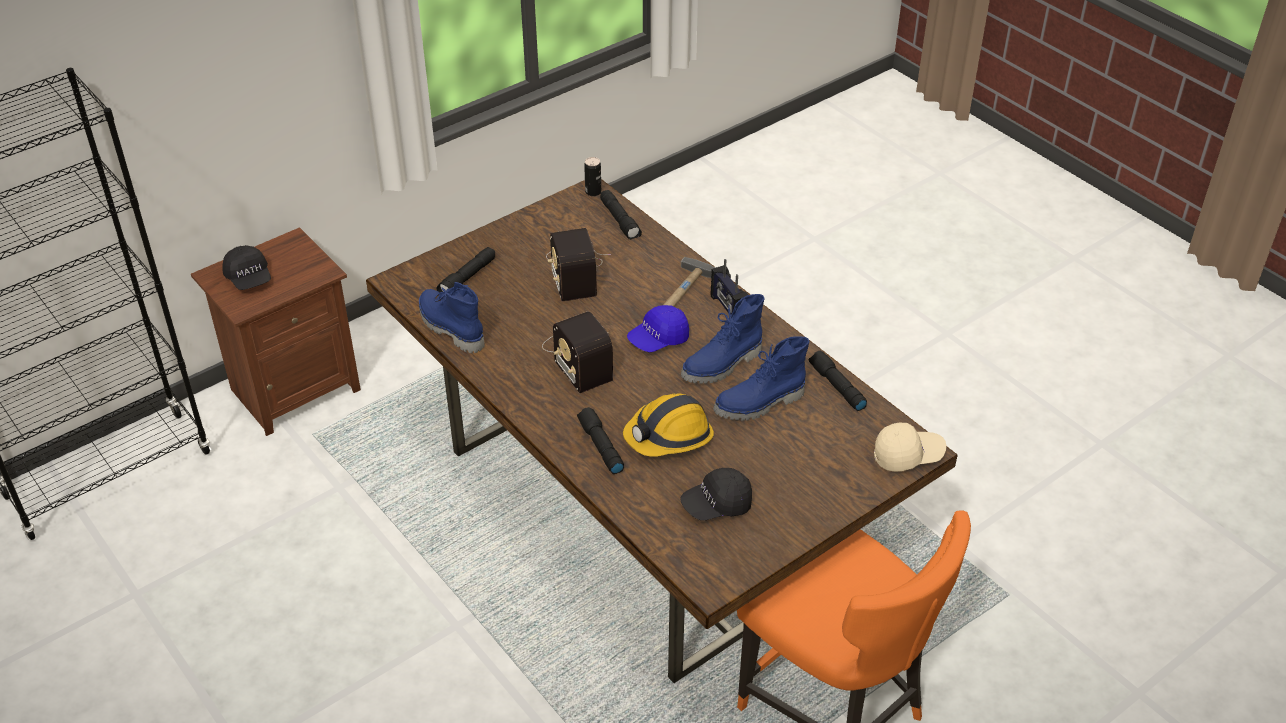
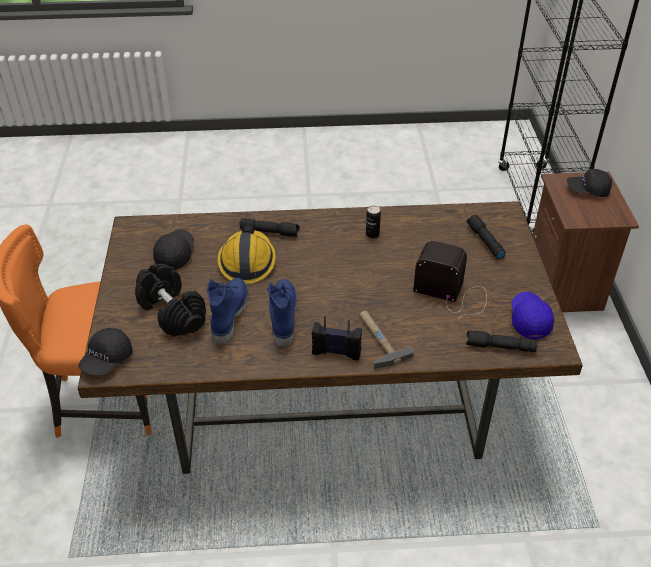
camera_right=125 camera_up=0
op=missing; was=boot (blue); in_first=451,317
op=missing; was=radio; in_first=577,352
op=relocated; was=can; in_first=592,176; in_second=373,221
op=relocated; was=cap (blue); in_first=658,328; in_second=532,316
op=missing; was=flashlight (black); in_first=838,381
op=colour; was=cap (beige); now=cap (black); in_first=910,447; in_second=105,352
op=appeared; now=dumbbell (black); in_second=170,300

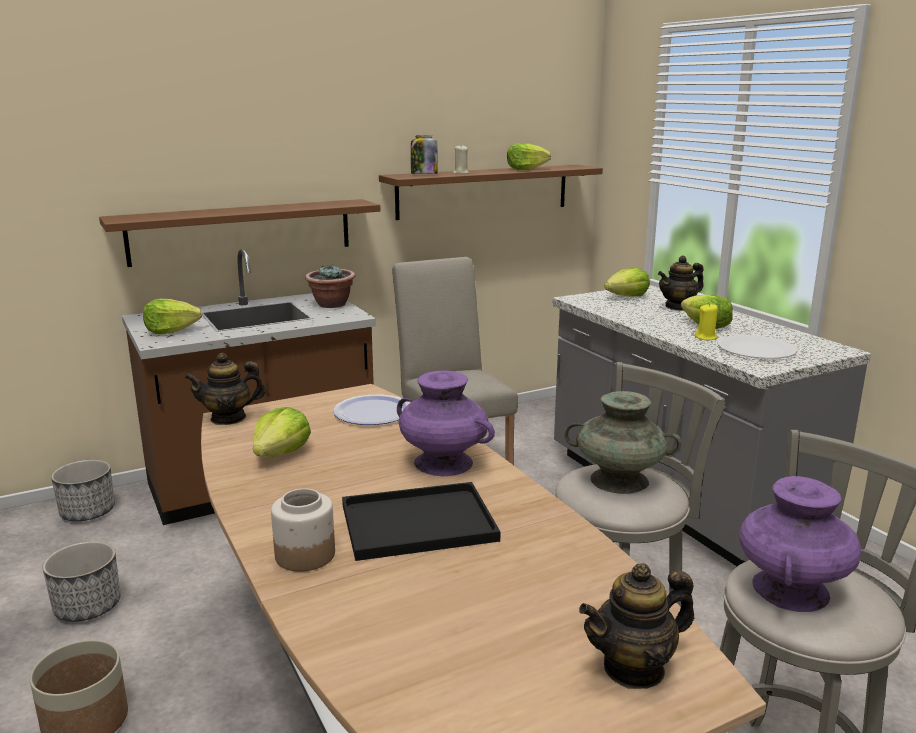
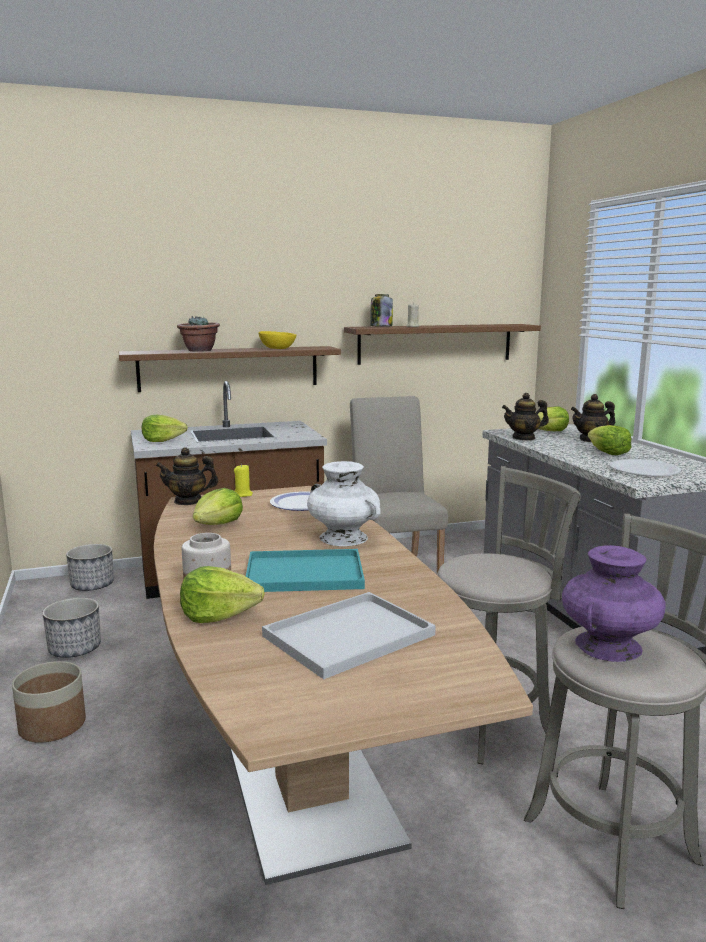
camera_right=10 camera_up=-5
op=relocated; was=potted plant; in_first=330,286; in_second=198,334
op=colour; was=tray (black); now=tray (turquoise); in_first=421,521; in_second=305,570
op=colour; was=vase (purple); now=vase (white); in_first=446,423; in_second=343,503
op=relocated; was=lettuce; in_first=529,156; in_second=222,594
op=missing; was=vase (turquoise); in_first=622,442
op=relocated; was=teapot; in_first=636,626; in_second=525,416
op=relocated; was=candle (yellow); in_first=706,321; in_second=243,480
op=appeared; now=bowl (yellow); in_second=277,340
op=appeared; now=tray (white); in_second=349,635

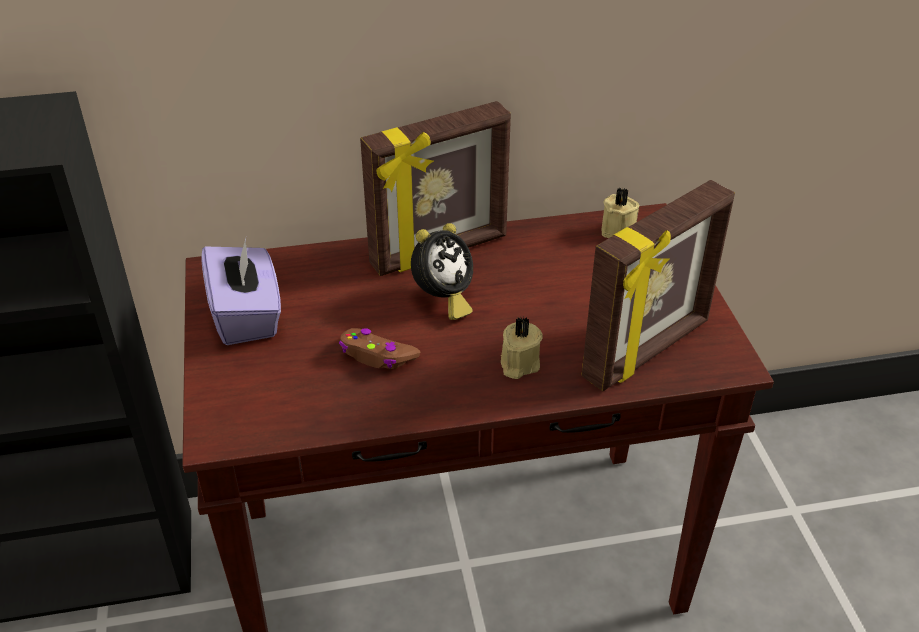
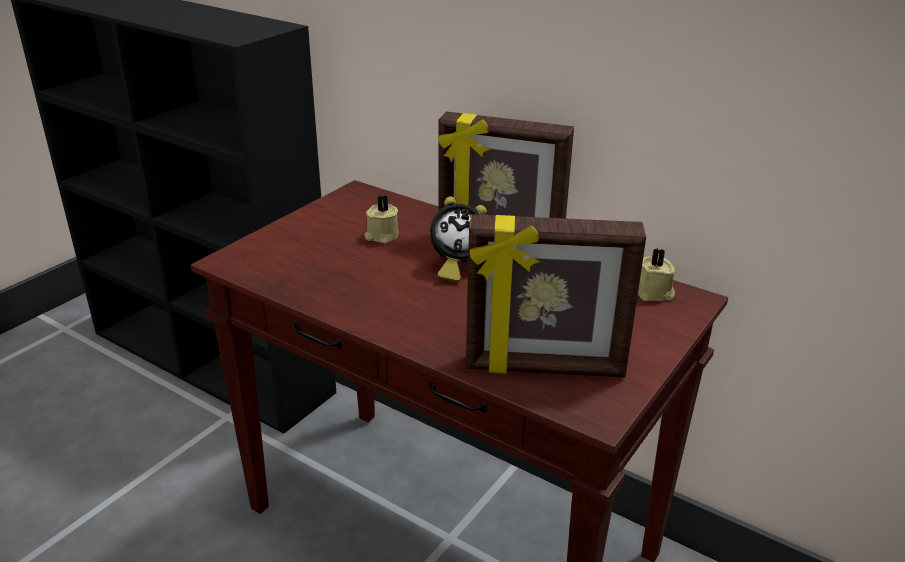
camera_right=45 camera_up=-10
op=missing; was=tissue box (purple); in_first=241,291
op=missing; was=game controller (brown); in_first=379,348
op=relocated; was=candle (beige); in_first=522,347; in_second=381,219

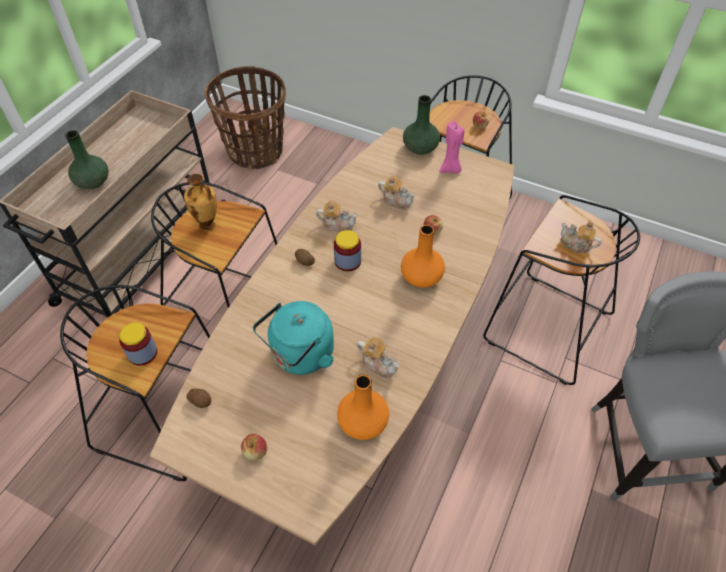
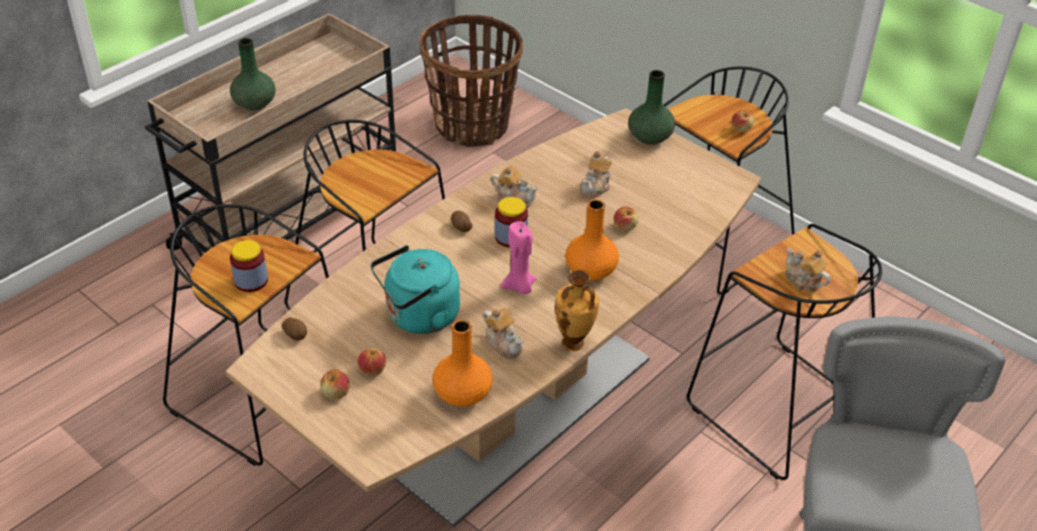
camera_right=15 camera_up=-10
op=relocated; was=vase; in_first=200,203; in_second=577,310
op=spun; was=teapot; in_first=397,192; in_second=596,174; clockwise=75
op=relocated; was=candle (pink); in_first=452,147; in_second=519,257
op=appeared; now=apple; in_second=371,362

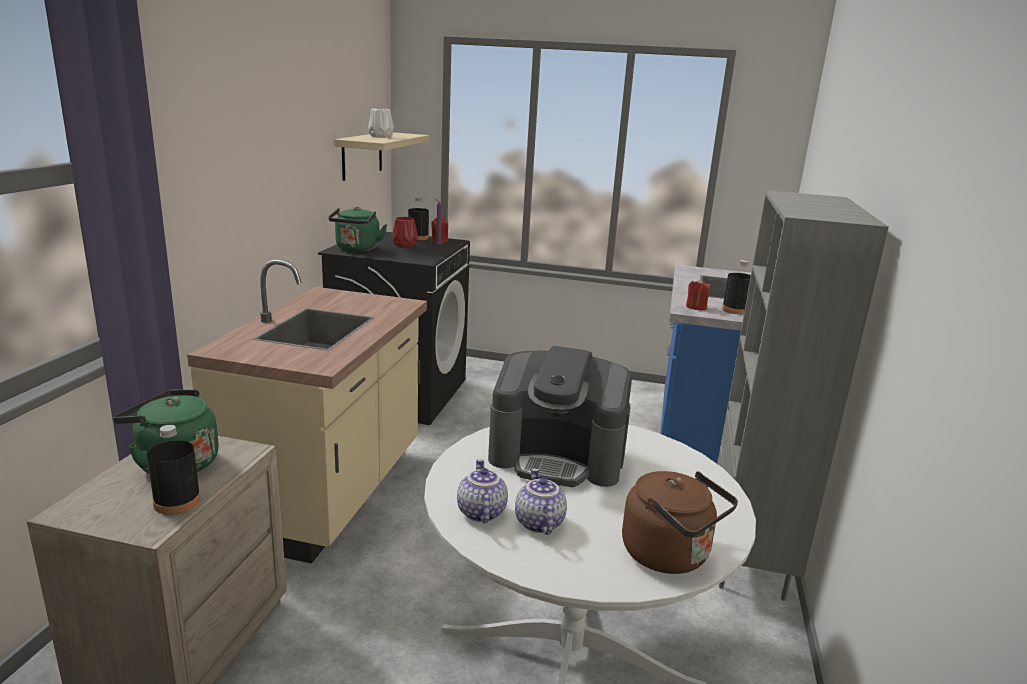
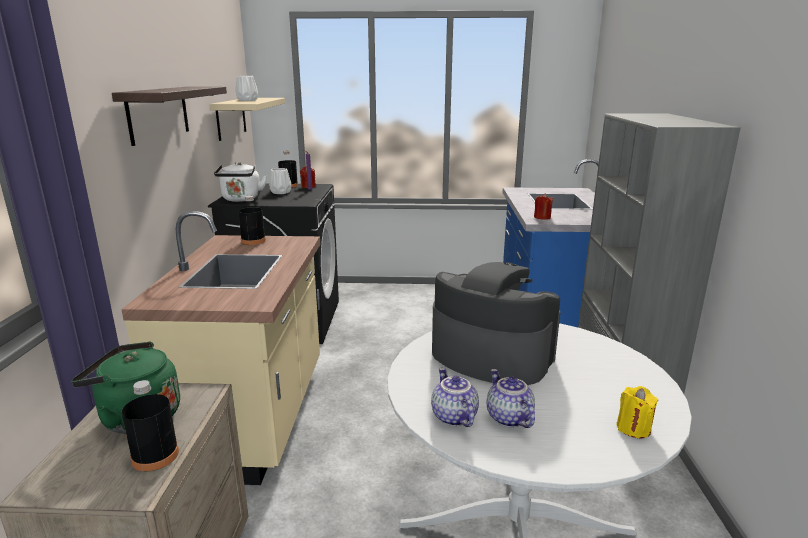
camera_right=-10 camera_up=0
op=colour; was=kettle (green); now=kettle (white); in_first=357,229; in_second=240,182
op=colour; was=vase (red); now=vase (white); in_first=405,232; in_second=280,181
op=spun; was=coffee machine; in_first=560,416; in_second=496,323; clockwise=-150
op=exchanged; was=kettle (brown); now=candle (yellow); in_first=680,522; in_second=637,412
op=relocated; was=bottle (black); in_first=736,287; in_second=252,220
op=appeared; now=shelf; in_second=169,116

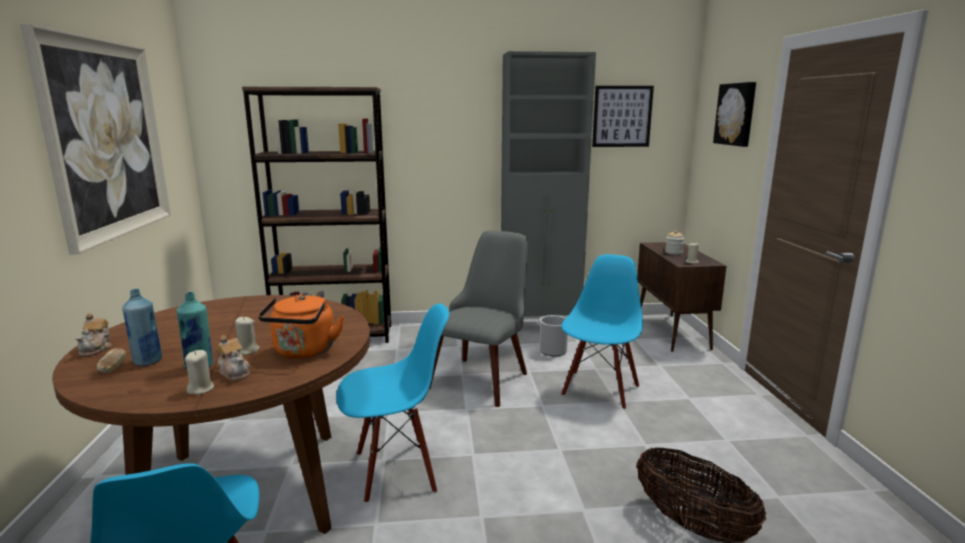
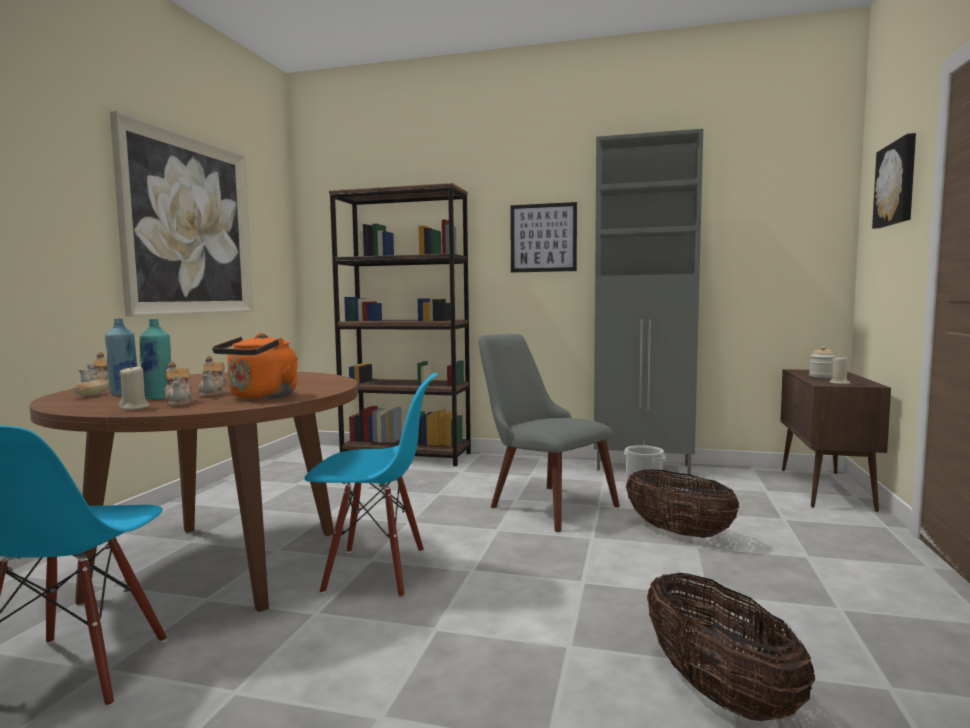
camera_right=20 camera_up=-10
op=exchanged; was=candle (beige); now=teapot; in_first=247,336; in_second=213,376
op=spun; was=chair (grey); in_first=478,319; in_second=549,433; clockwise=-90
op=exchanged; was=chair (blue); now=basket; in_first=602,332; in_second=682,503
op=relocated; was=picture; in_first=623,116; in_second=543,237

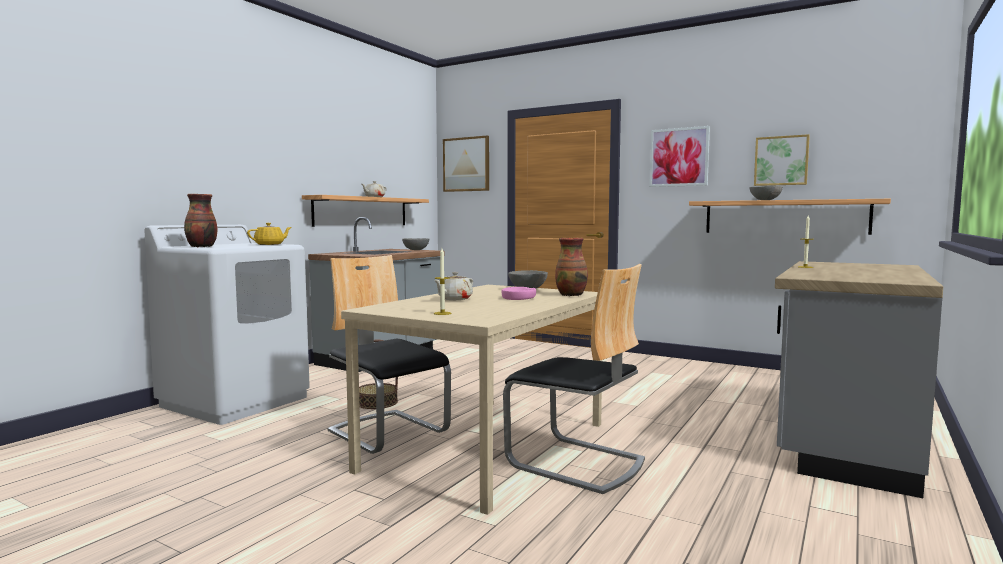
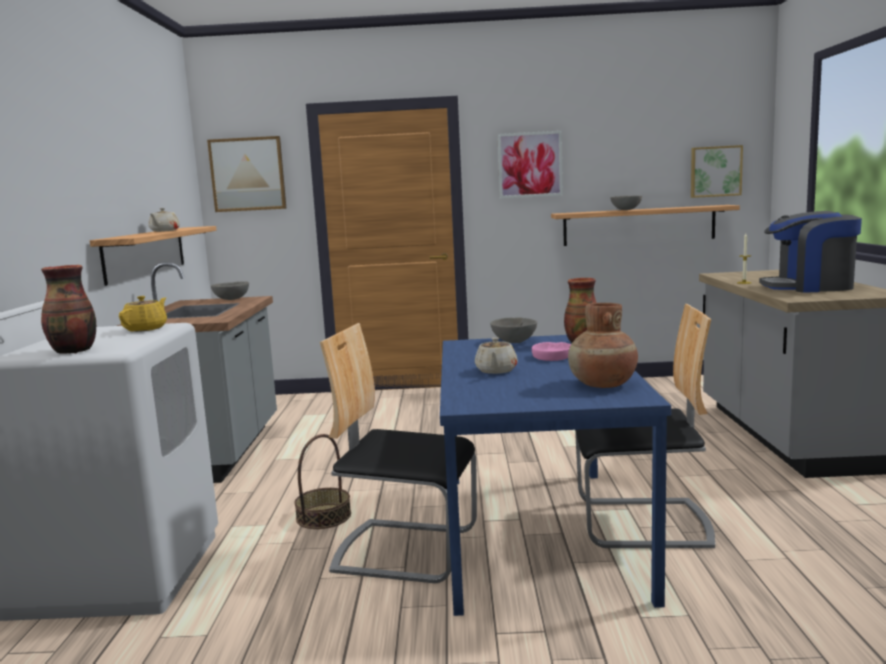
camera_right=-30 camera_up=5
op=colour; was=dining table (beige); now=dining table (blue); in_first=471,400; in_second=555,475
op=missing; was=candle; in_first=443,282
op=relocated; was=picture; in_first=782,160; in_second=717,171
op=appeared; now=vase (brown); in_second=603,345
op=appeared; now=coffee machine; in_second=810,252

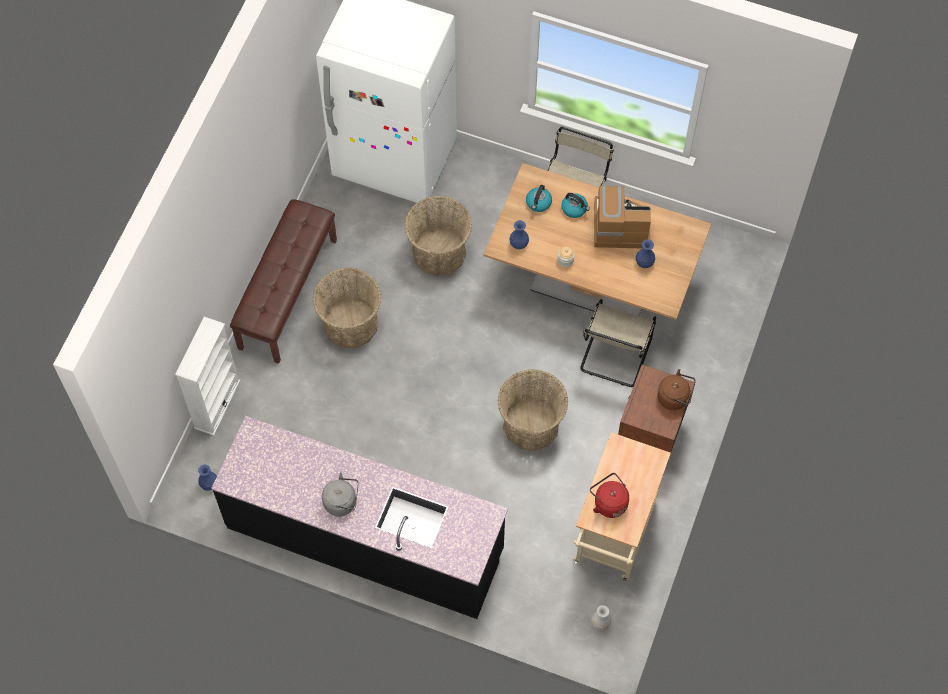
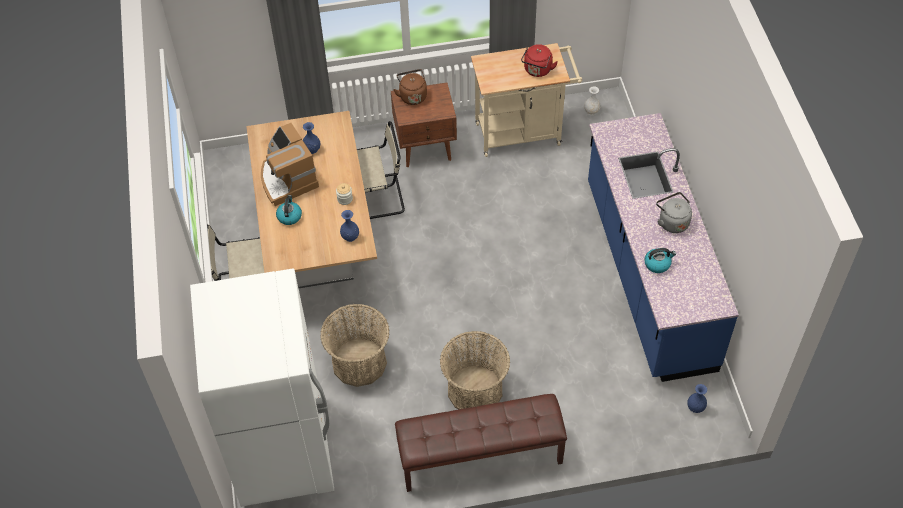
camera_right=-120 camera_up=-10
op=missing; was=bookcase (white); in_first=207,376
op=colour; was=counter (black); now=counter (blue); in_first=359,517; in_second=663,247
op=missing; was=basket; in_first=533,410
op=relocated; was=kettle; in_first=539,198; in_second=660,260

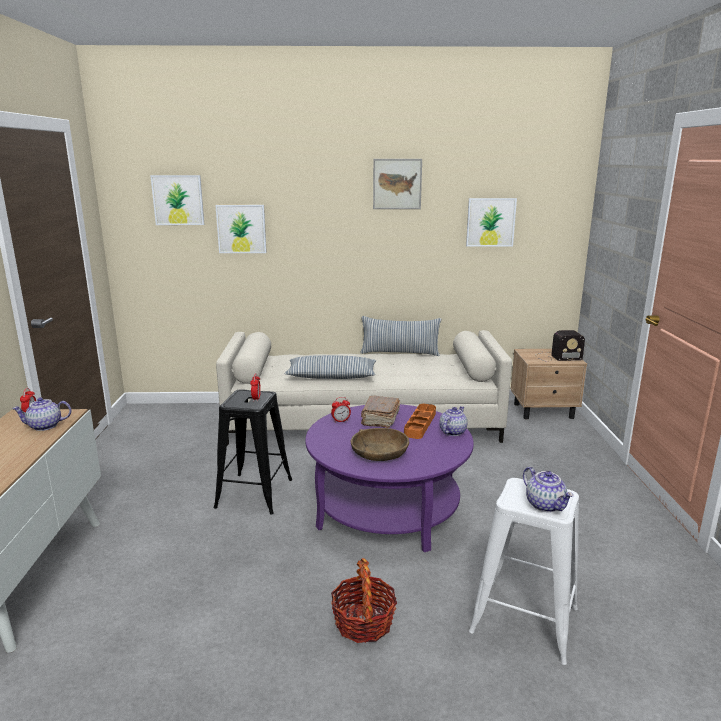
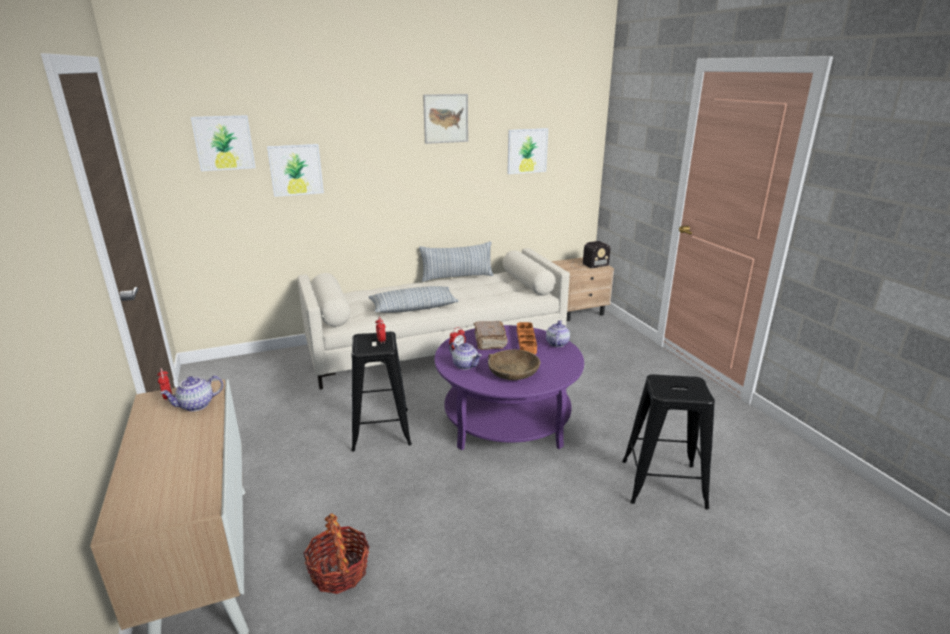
camera_right=-20 camera_up=5
op=relocated; was=basket; in_first=364,600; in_second=336,554
op=colour; was=stool (white); now=stool (black); in_first=524,571; in_second=668,441
op=relocated; was=teapot; in_first=548,489; in_second=465,356

